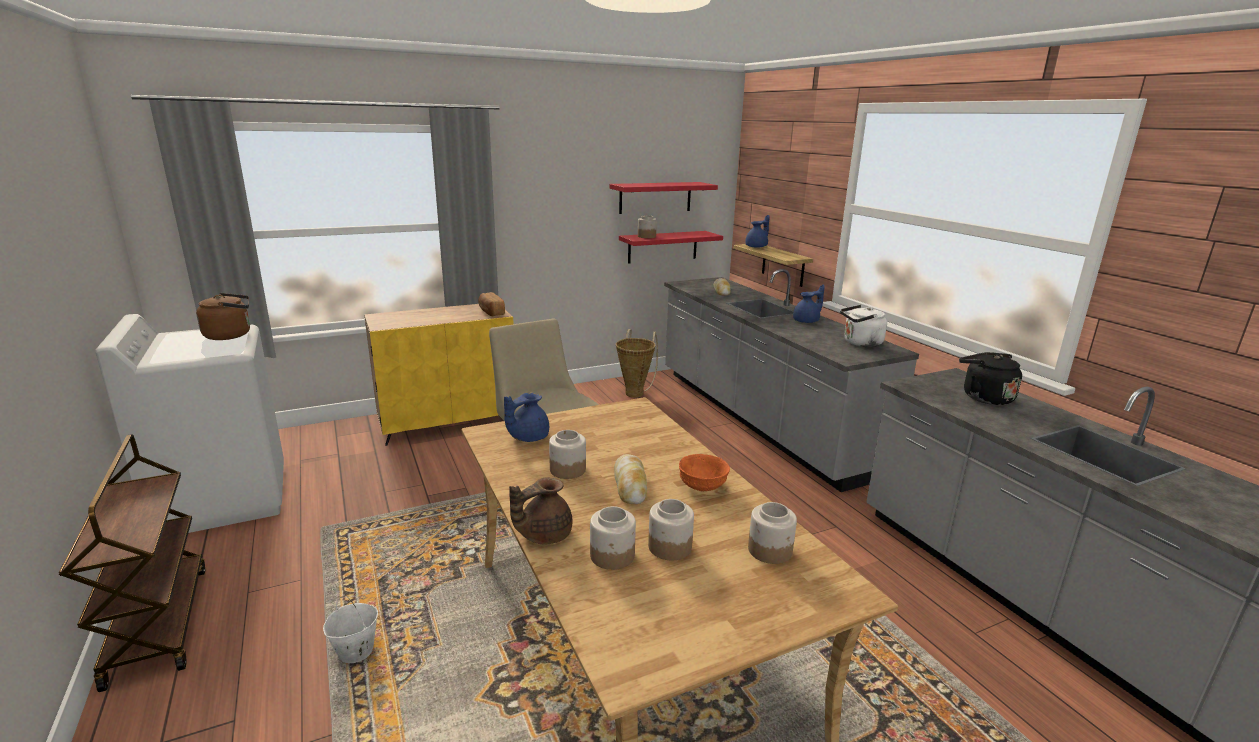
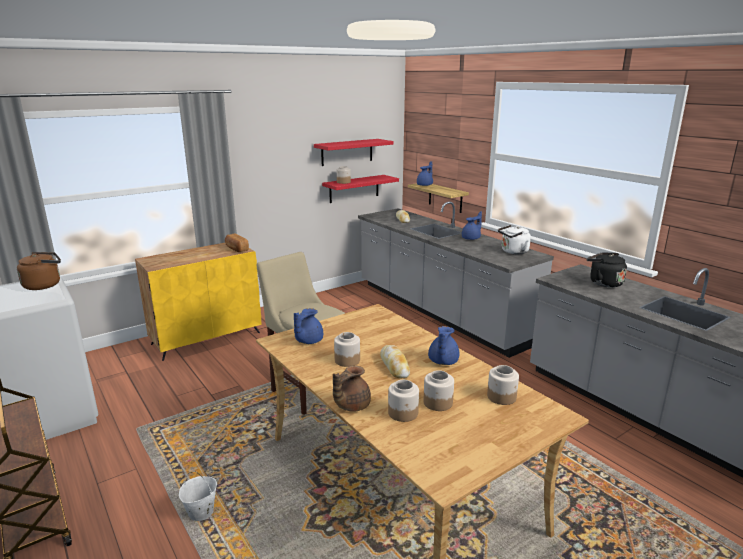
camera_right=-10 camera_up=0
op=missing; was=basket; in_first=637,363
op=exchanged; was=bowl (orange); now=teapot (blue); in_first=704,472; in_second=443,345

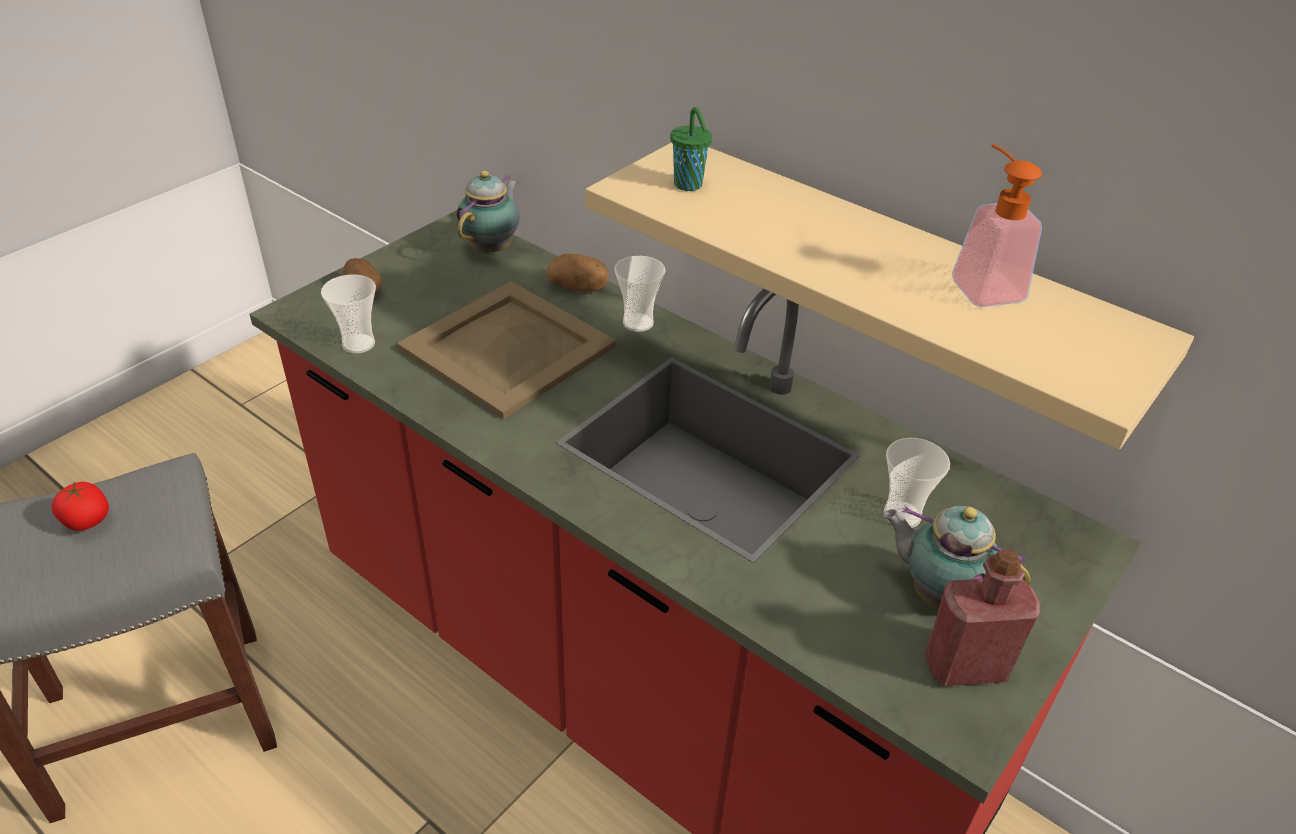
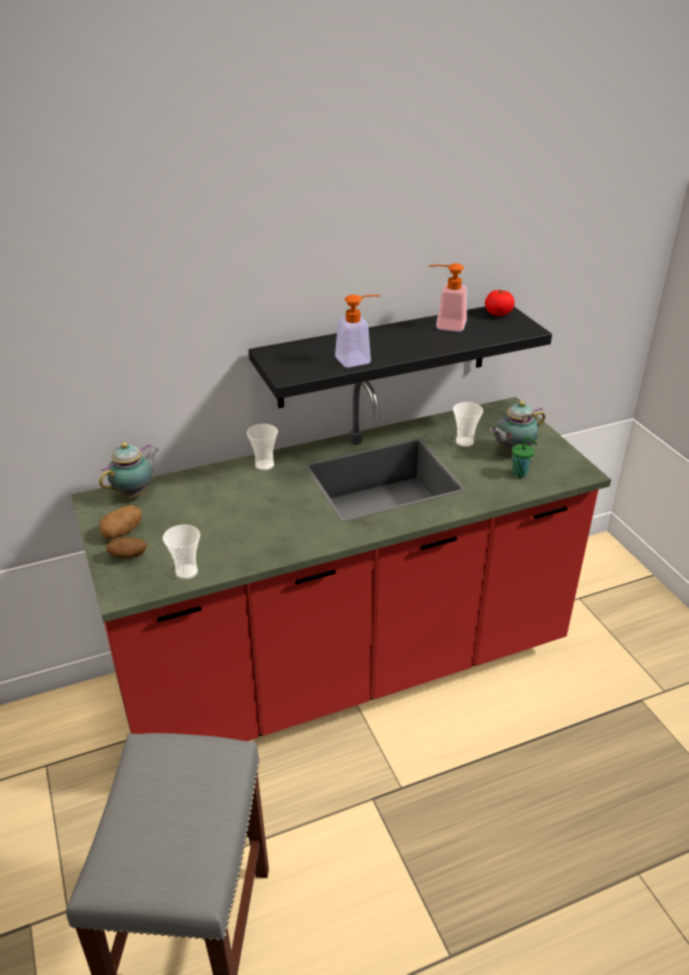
camera_right=-60 camera_up=-5
op=relocated; was=tomato; in_first=80,506; in_second=500,303
op=missing; was=tray (beige); in_first=506,350
op=spun; was=teapot; in_first=488,212; in_second=129,470; clockwise=75
op=relocated; was=potato; in_first=577,273; in_second=121,522
op=colour; was=shelf (beige); now=shelf (black); in_first=889,296; in_second=400,357
op=relocated; was=cup (green); in_first=691,149; in_second=524,457
op=missing; was=bottle (red); in_first=982,617
op=appeared; now=soap dispenser; in_second=357,331

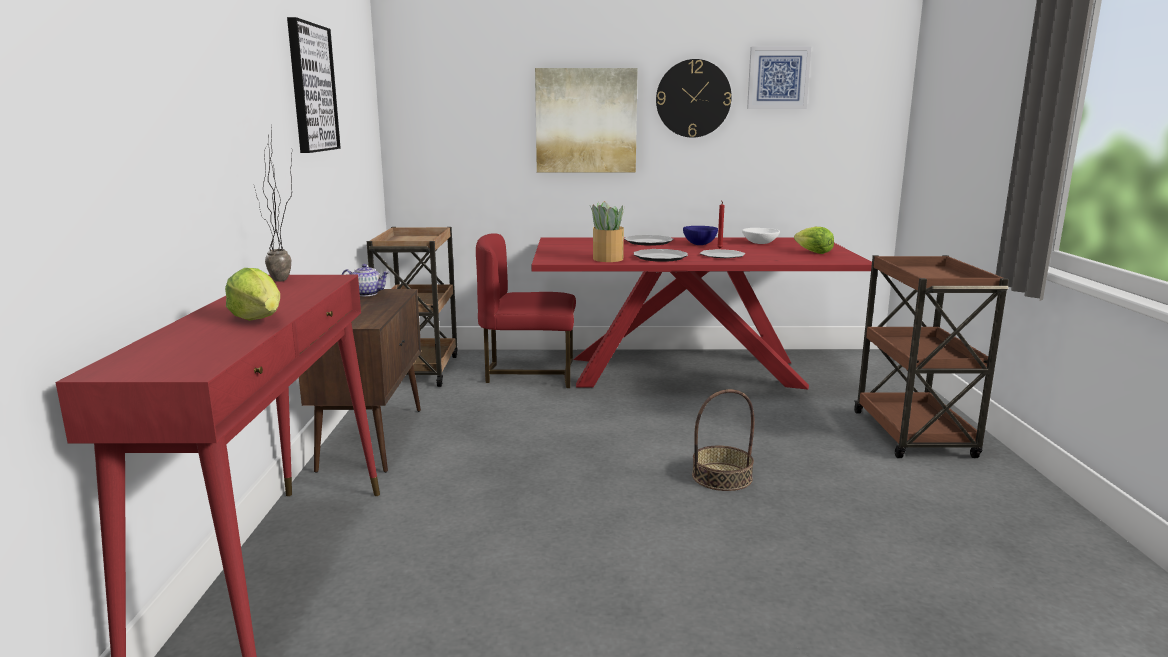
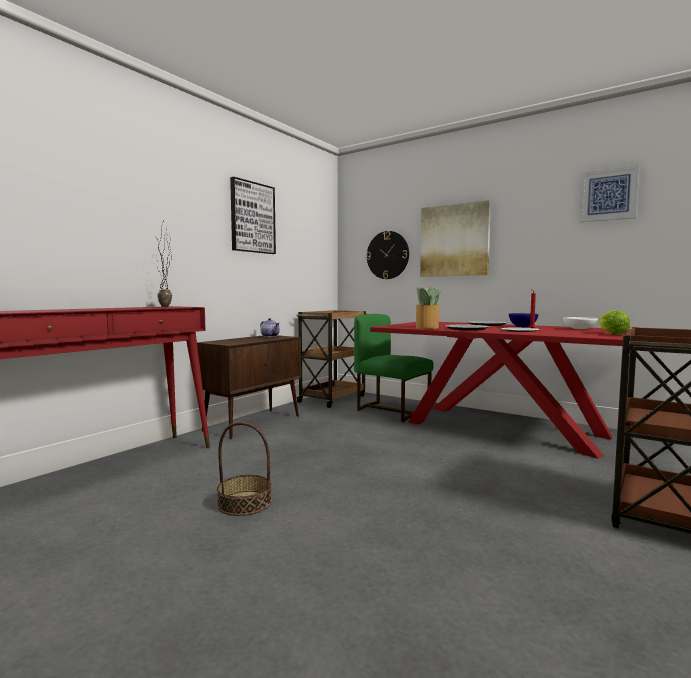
camera_right=35 camera_up=-10
op=missing; was=lettuce; in_first=252,294
op=colour; was=chair (red); now=chair (green); in_first=526,311; in_second=393,368
op=relocated; was=wall clock; in_first=694,98; in_second=387,255
op=relocated; was=basket; in_first=723,440; in_second=244,469

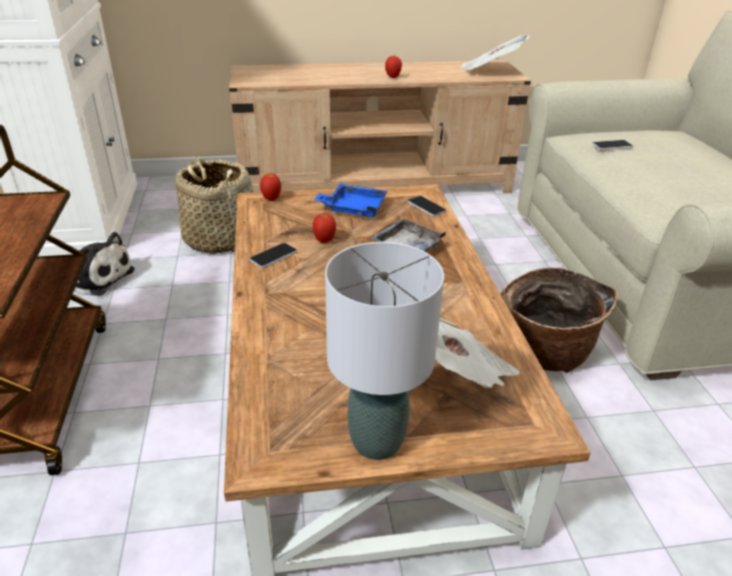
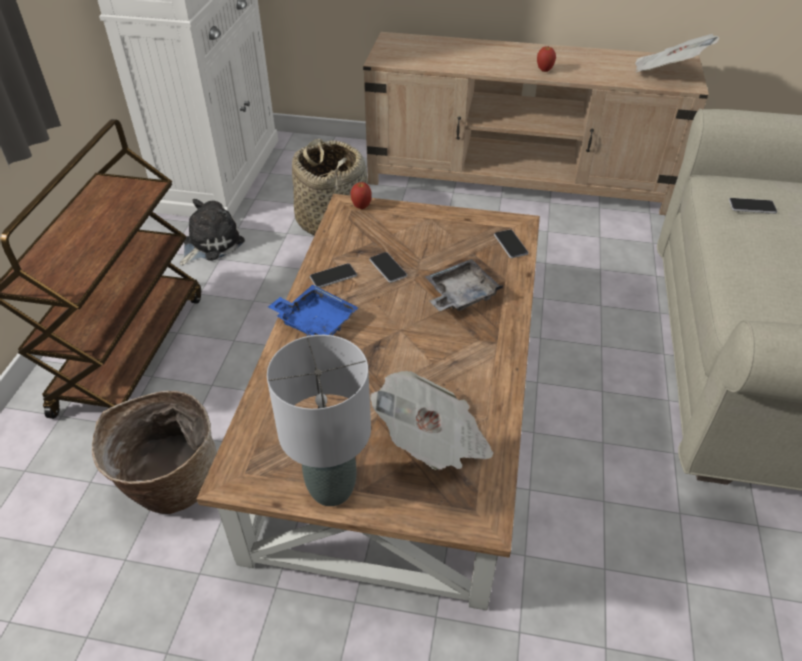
camera_right=20 camera_up=10
op=spun; was=plush toy; in_first=104,264; in_second=212,232; clockwise=-90
op=exchanged; was=apple; now=phone; in_first=324,228; in_second=388,267
op=relocated; was=tray (blue); in_first=351,200; in_second=313,310
op=relocated; was=basket; in_first=559,320; in_second=154,452

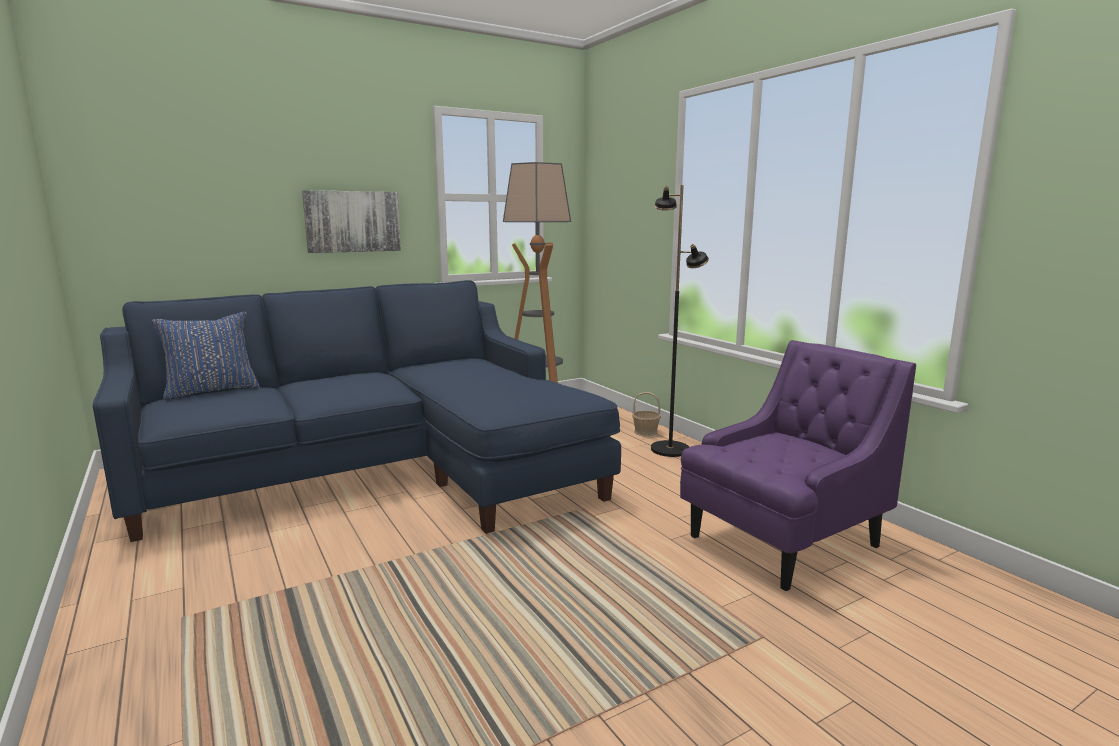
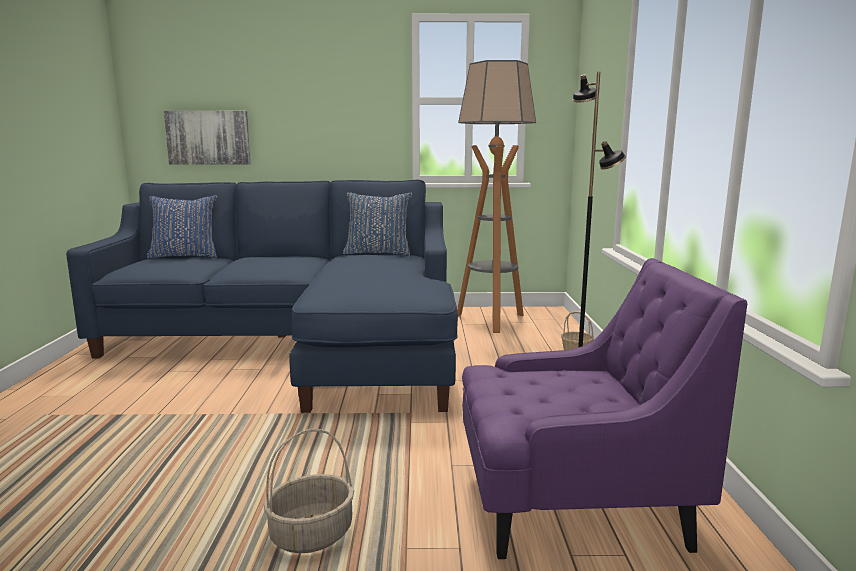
camera_right=30 camera_up=0
op=relocated; was=picture; in_first=351,221; in_second=207,138
op=appeared; now=basket; in_second=309,491
op=appeared; now=pillow (blue); in_second=377,224

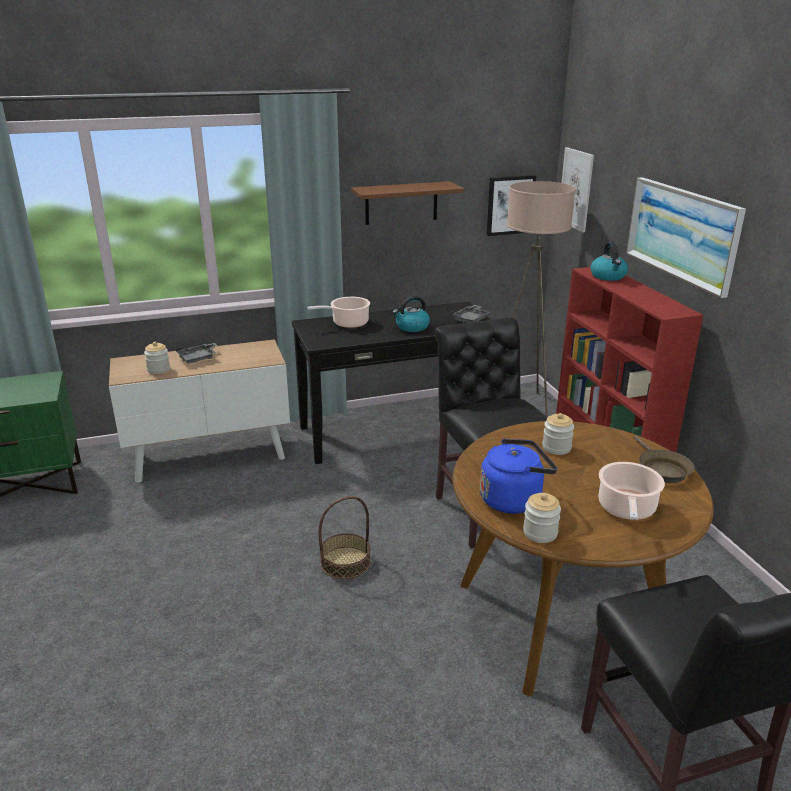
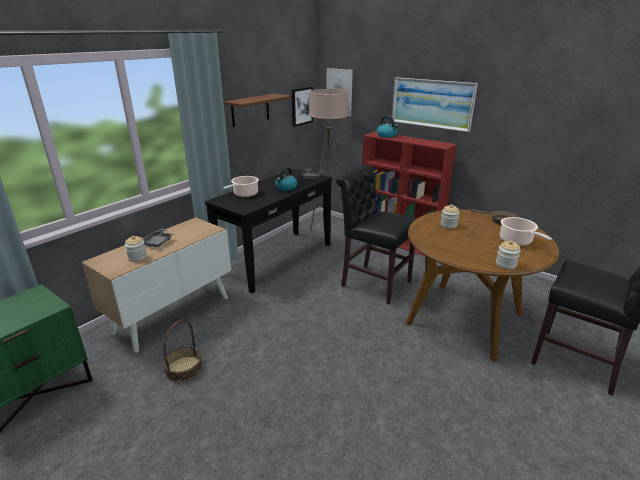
camera_right=-35 camera_up=0
op=relocated; was=basket; in_first=345,537; in_second=183,350
op=missing; was=kettle (blue); in_first=518,476

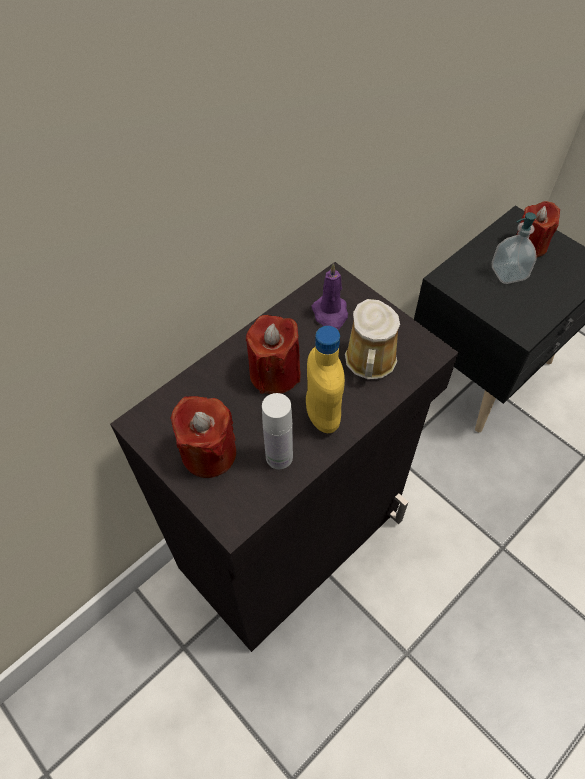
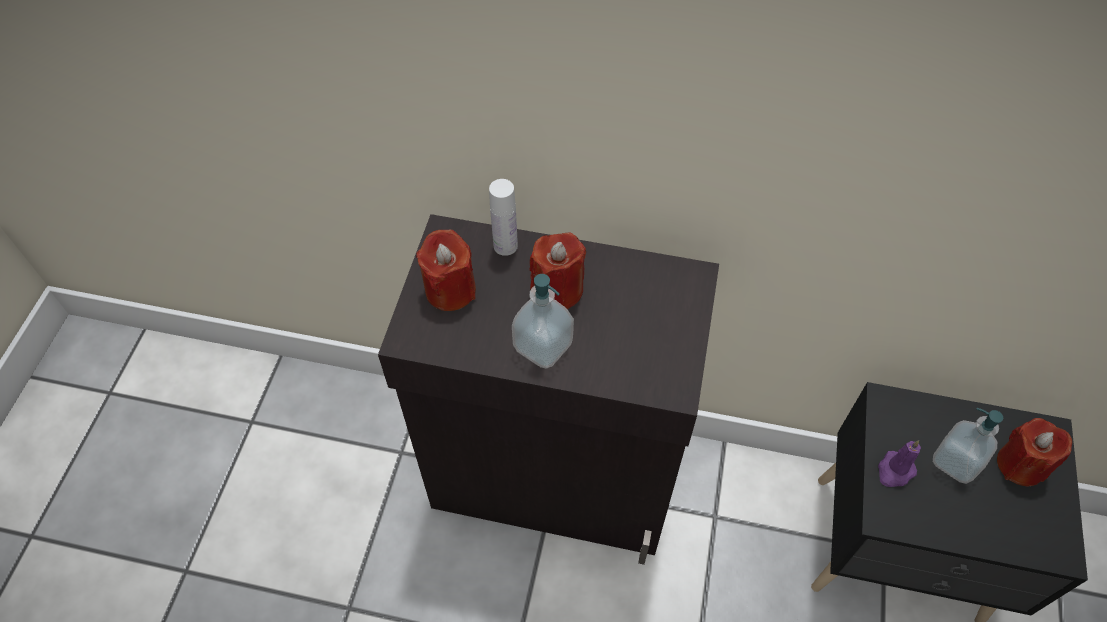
camera_right=55 camera_up=0
op=relocated; was=bottle (white); in_first=277,431; in_second=503,217
op=exchanged; was=bottle (yellow); now=soap dispenser; in_first=325,379; in_second=543,321
op=relocated; was=candle (purple); in_first=329,296; in_second=899,463
op=missing; was=mug; in_first=372,339

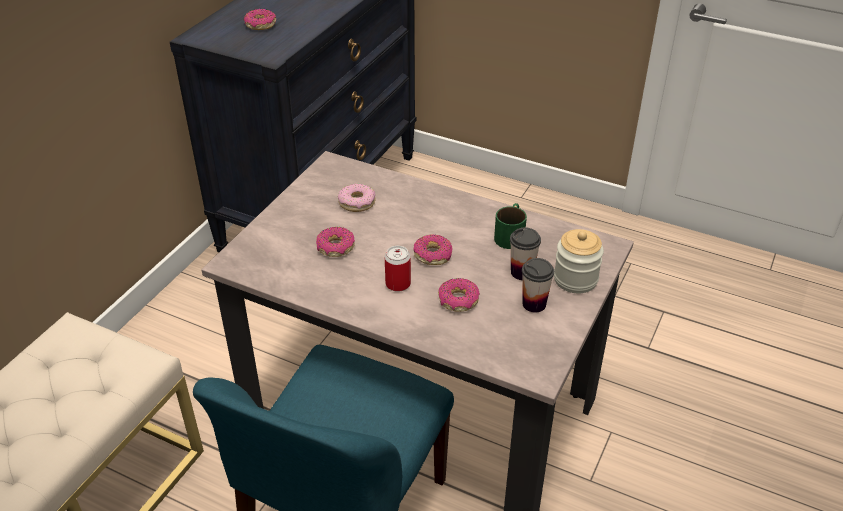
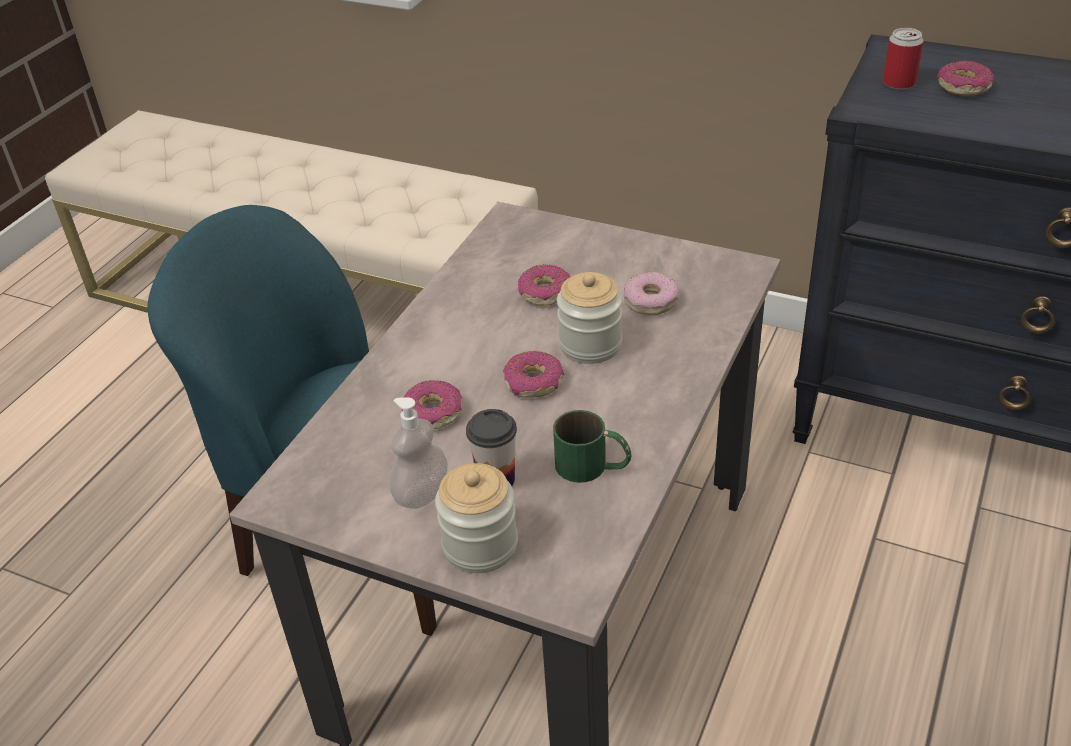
camera_right=90 camera_up=0
op=relocated; was=can; in_first=398,269; in_second=903,59
op=exchanged; was=cup; now=soap dispenser; in_first=538,285; in_second=419,453
op=appeared; now=jar; in_second=589,318

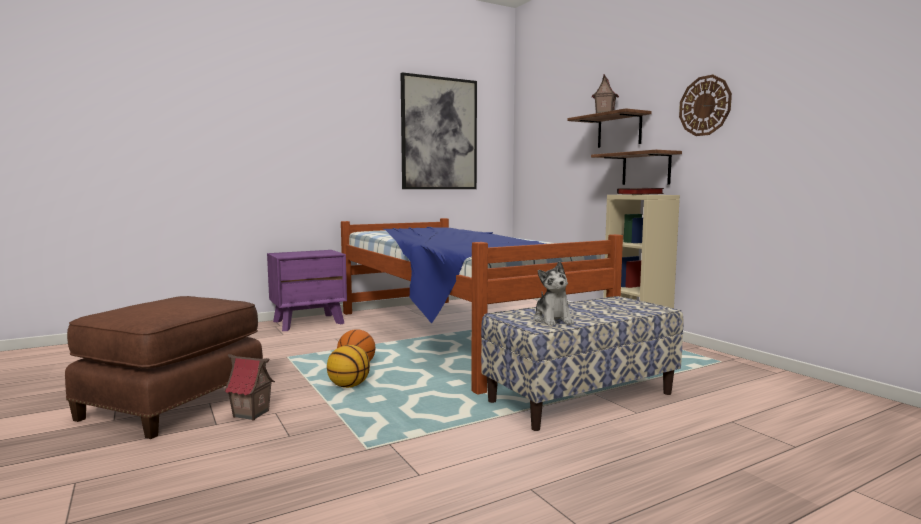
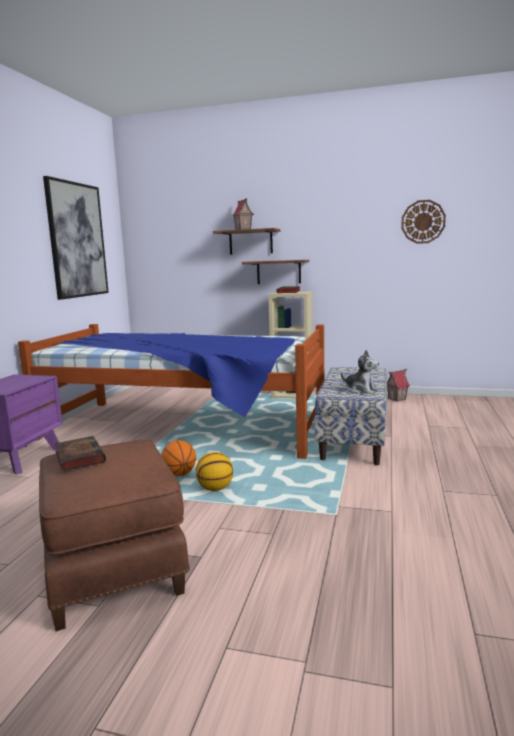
camera_right=-45 camera_up=5
op=relocated; was=toy house; in_first=249,387; in_second=398,385
op=relocated; was=wall clock; in_first=705,105; in_second=423,222
op=appeared; now=book; in_second=80,453

